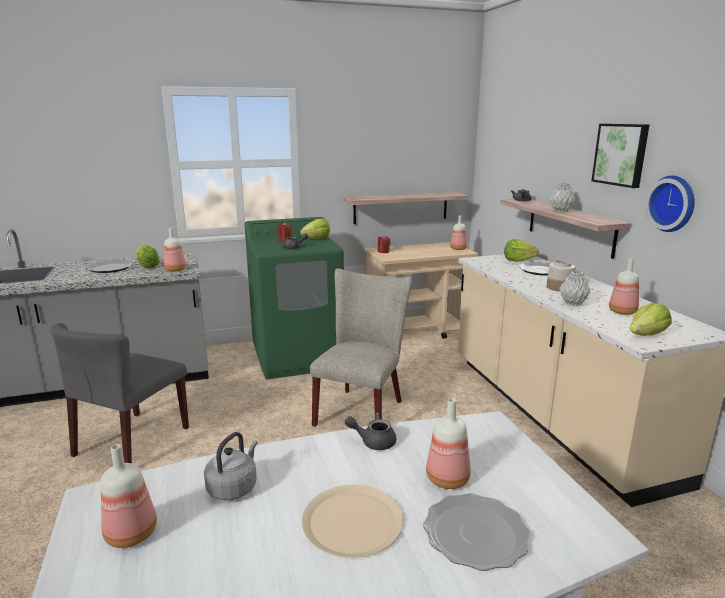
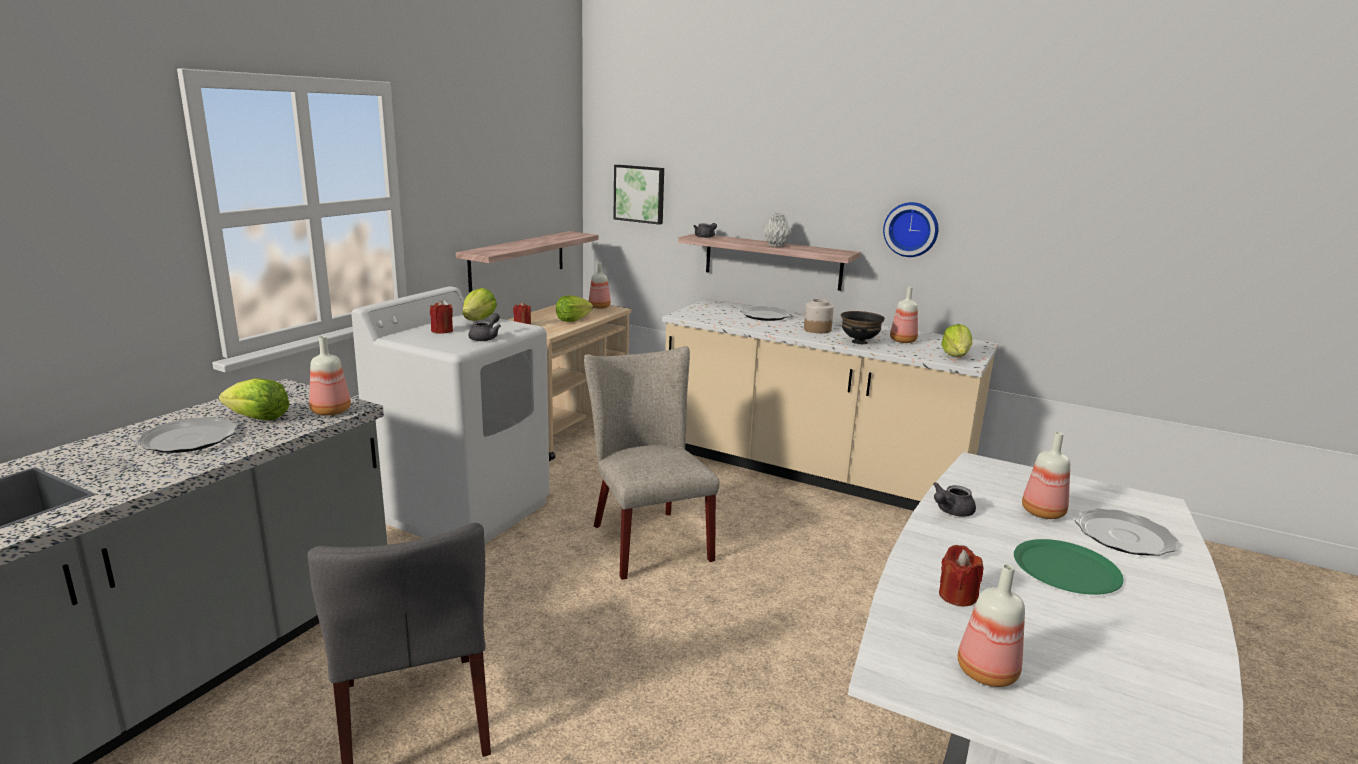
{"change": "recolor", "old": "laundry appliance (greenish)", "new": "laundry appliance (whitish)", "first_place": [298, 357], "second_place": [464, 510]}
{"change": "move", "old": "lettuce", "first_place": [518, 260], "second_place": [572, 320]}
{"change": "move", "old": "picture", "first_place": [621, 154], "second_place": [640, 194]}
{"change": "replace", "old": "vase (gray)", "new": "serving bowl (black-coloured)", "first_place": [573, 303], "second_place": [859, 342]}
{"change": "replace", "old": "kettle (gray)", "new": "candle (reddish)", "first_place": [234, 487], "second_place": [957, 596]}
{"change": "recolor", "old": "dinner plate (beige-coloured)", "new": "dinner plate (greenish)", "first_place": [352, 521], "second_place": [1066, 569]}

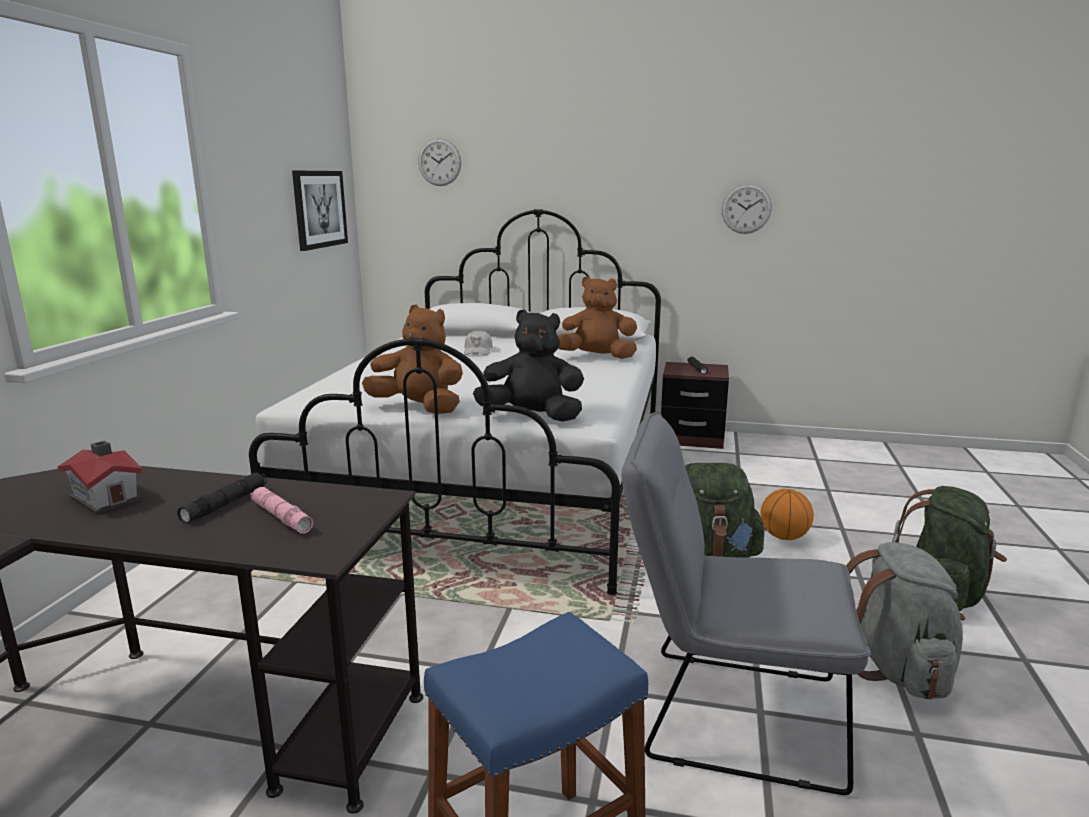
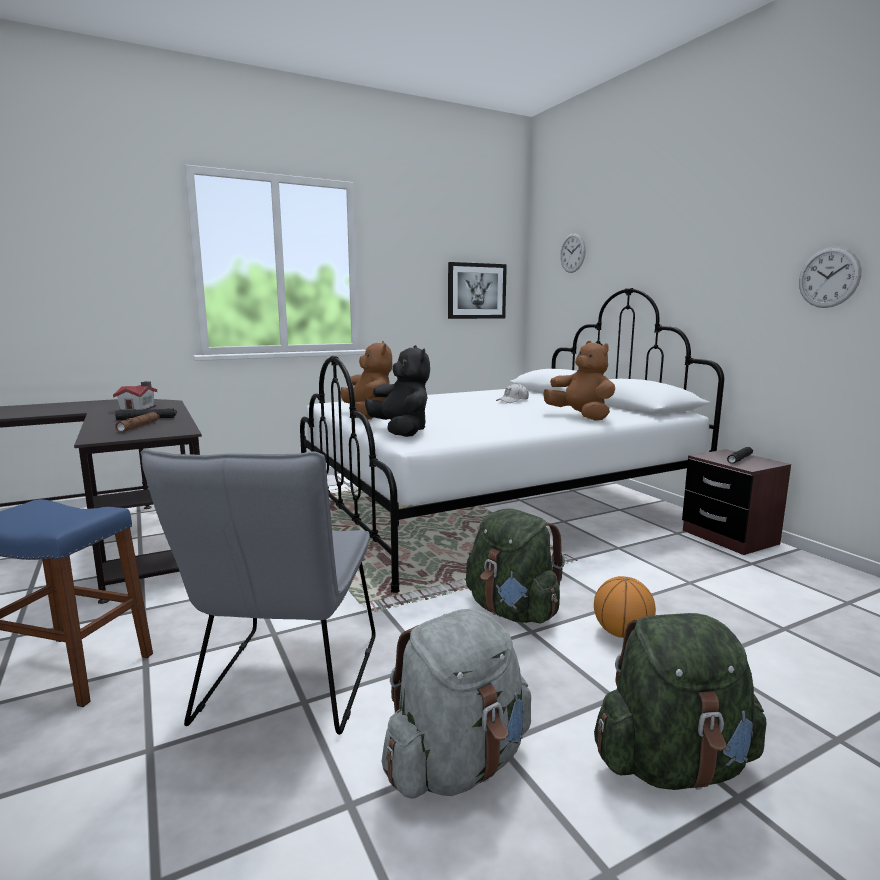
{"change": "recolor", "old": "torch (pink-coloured)", "new": "torch (brownish)", "first_place": [281, 517], "second_place": [139, 427]}
{"change": "rotate", "old": "plain chair (gray)", "first_place": [726, 714], "second_place": [285, 687], "degrees": -150}

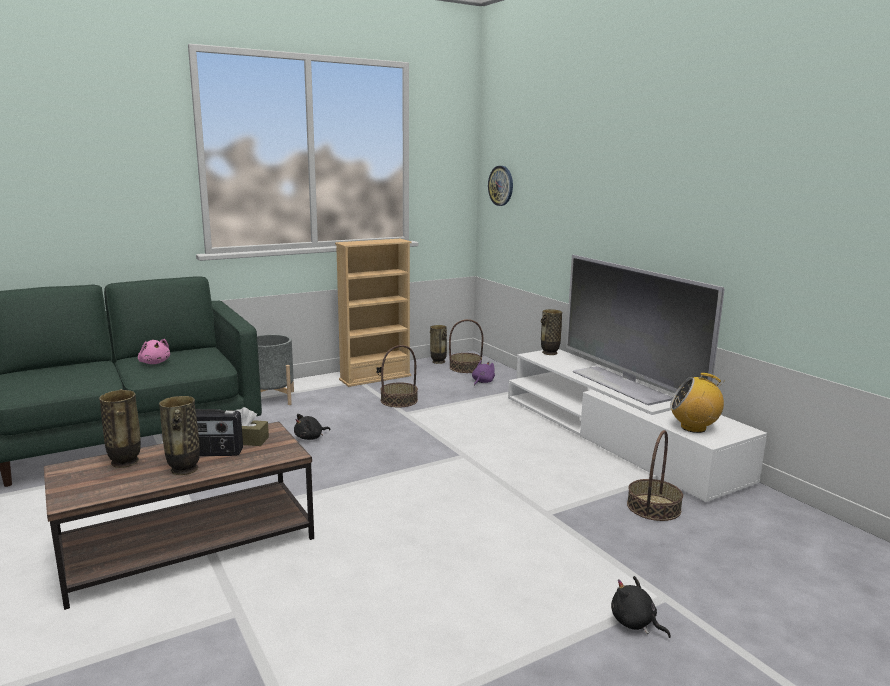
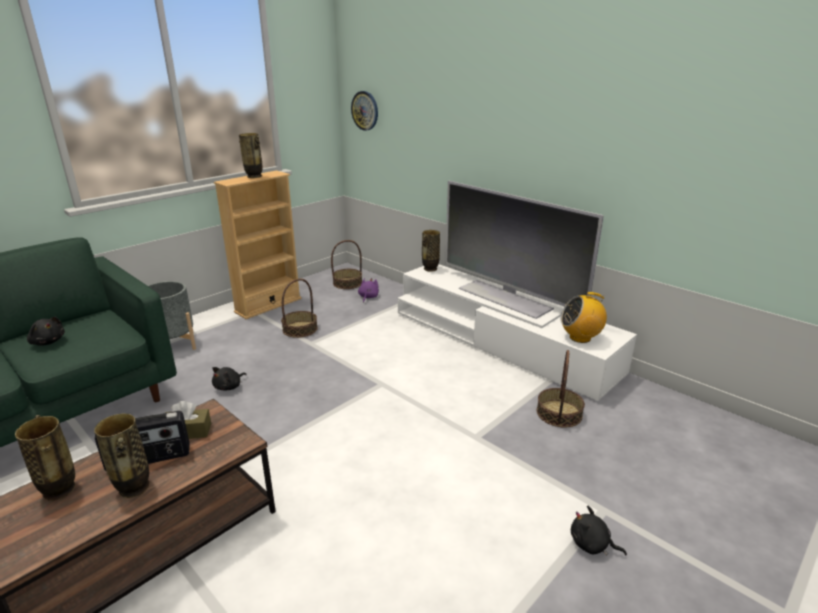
{"change": "recolor", "old": "plush toy (pink-coloured)", "new": "plush toy (black-coloured)", "first_place": [154, 363], "second_place": [48, 342]}
{"change": "move", "old": "vase", "first_place": [438, 362], "second_place": [254, 177]}

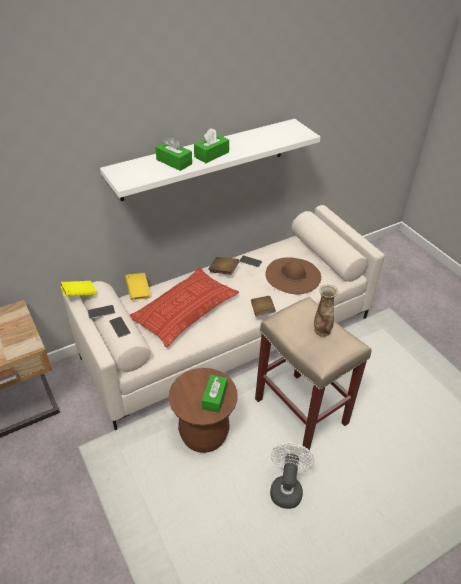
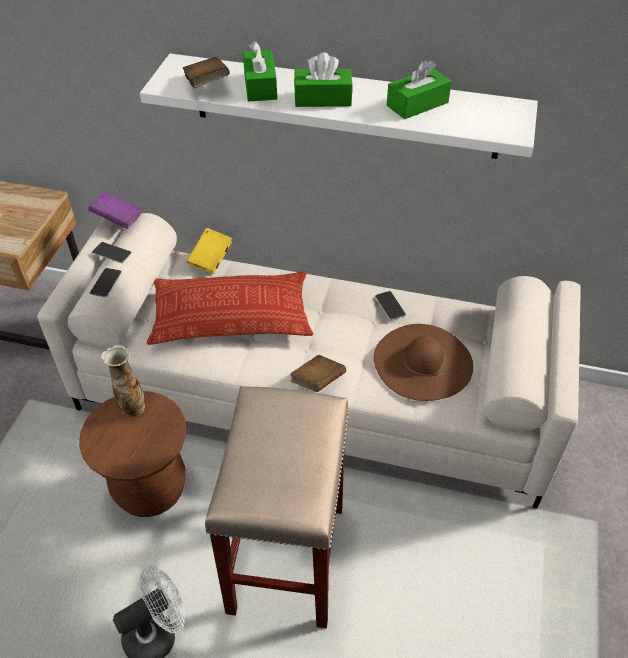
{"change": "recolor", "old": "volume (yellowish)", "new": "volume (purplish)", "first_place": [79, 295], "second_place": [117, 219]}
{"change": "move", "old": "vase", "first_place": [321, 330], "second_place": [132, 407]}
{"change": "move", "old": "volume (brownish)", "first_place": [223, 271], "second_place": [207, 85]}
{"change": "move", "old": "tissue holder (greenish)", "first_place": [214, 397], "second_place": [417, 104]}

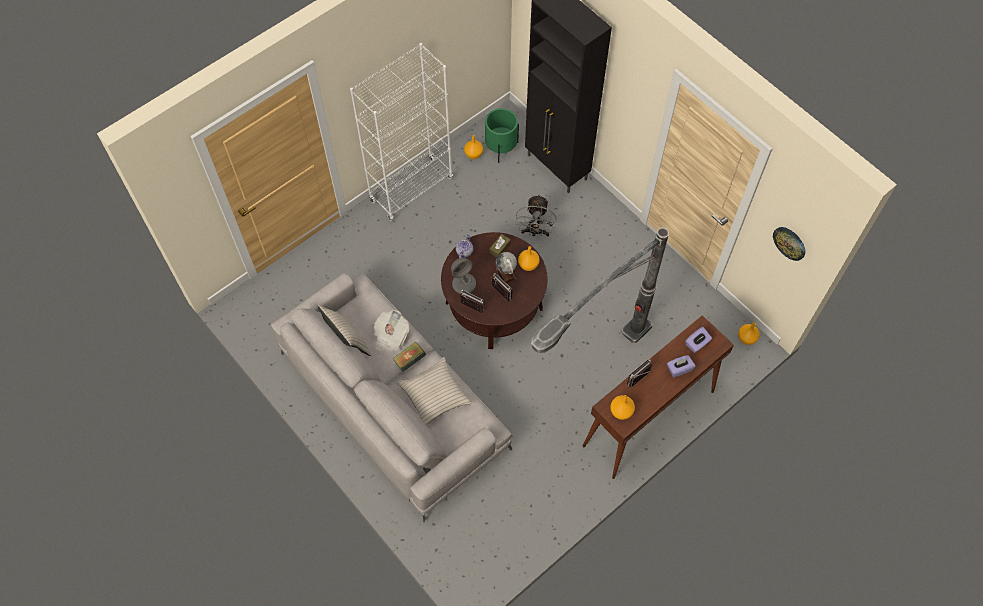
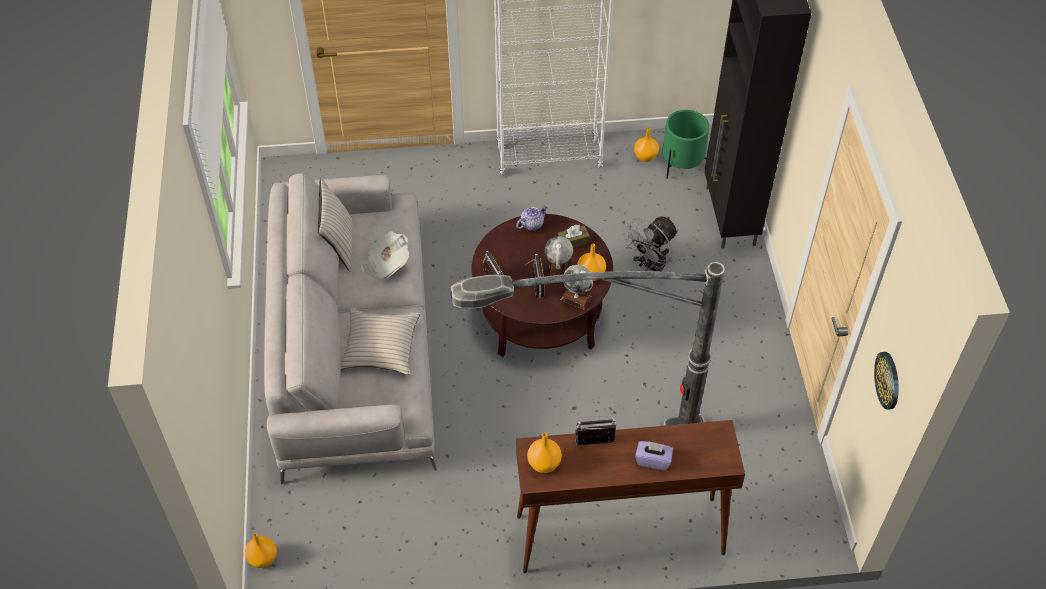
{"change": "move", "old": "vase (orange-coloured)", "first_place": [746, 339], "second_place": [262, 559]}
{"change": "insert", "new": "globe", "second_place": [576, 298]}
{"change": "delete", "old": "volume", "first_place": [410, 361]}
{"change": "delete", "old": "lamp for a table (gray)", "first_place": [464, 283]}
{"change": "delete", "old": "tissue holder (purplish)", "first_place": [697, 344]}

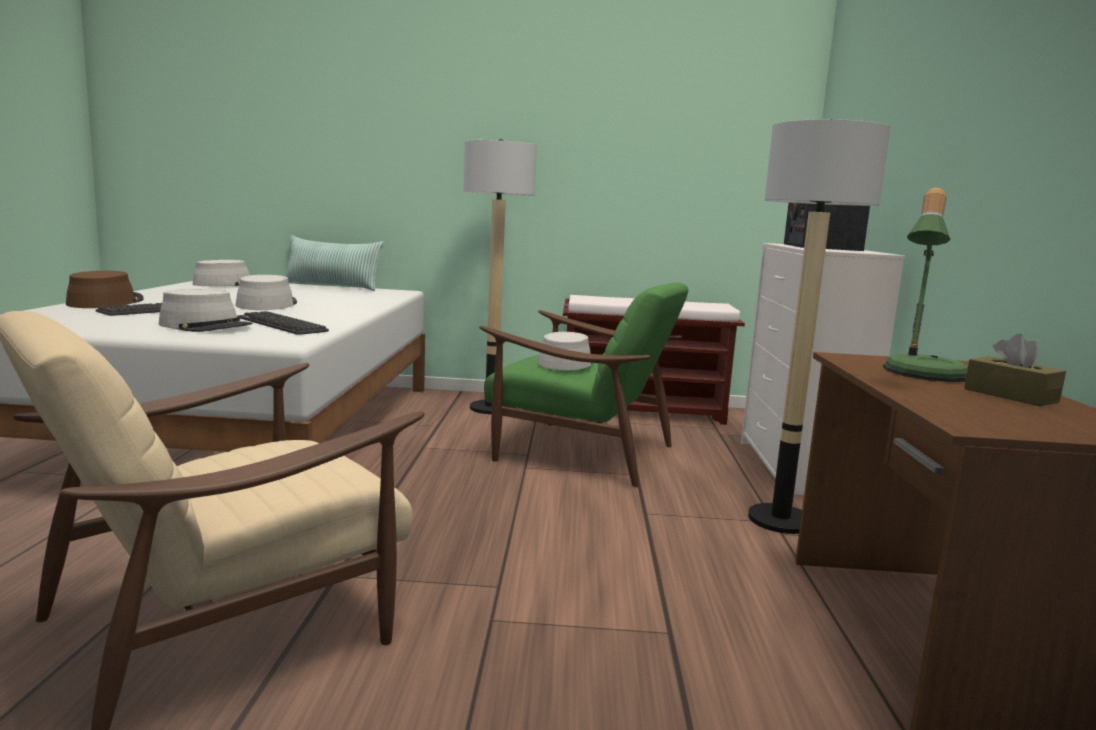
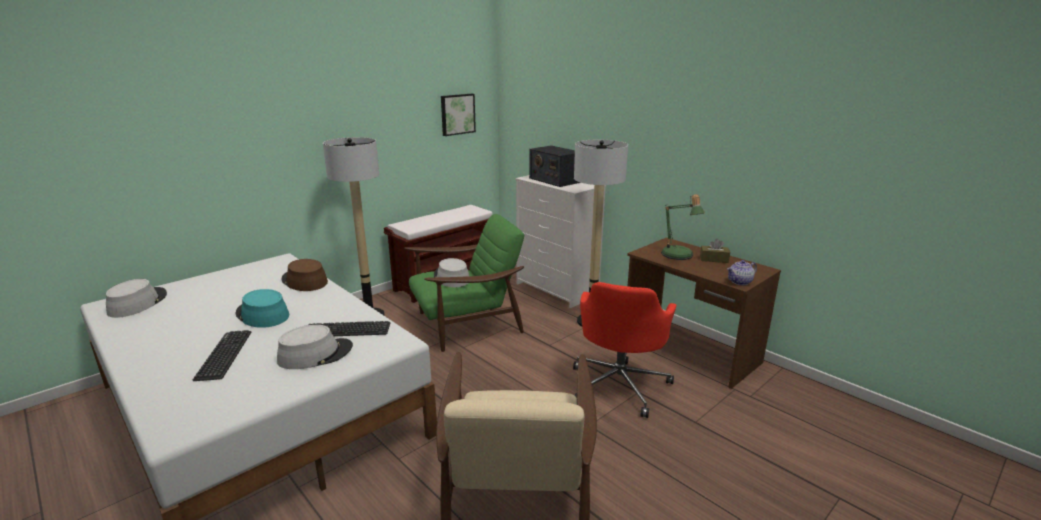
{"change": "recolor", "old": "clothing hat (gray)", "new": "clothing hat (blue-green)", "first_place": [266, 304], "second_place": [262, 315]}
{"change": "move", "old": "clothing hat (brownish)", "first_place": [105, 302], "second_place": [304, 281]}
{"change": "insert", "new": "picture", "second_place": [457, 114]}
{"change": "insert", "new": "office chair (reddish)", "second_place": [619, 385]}
{"change": "insert", "new": "teapot", "second_place": [740, 282]}
{"change": "delete", "old": "throw pillow", "first_place": [332, 286]}

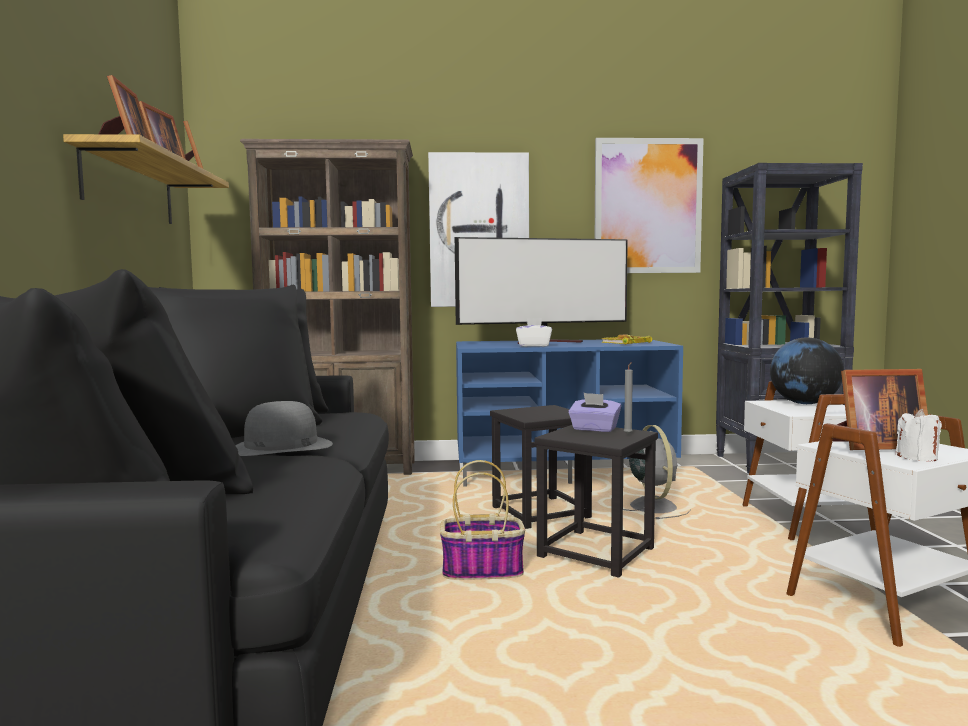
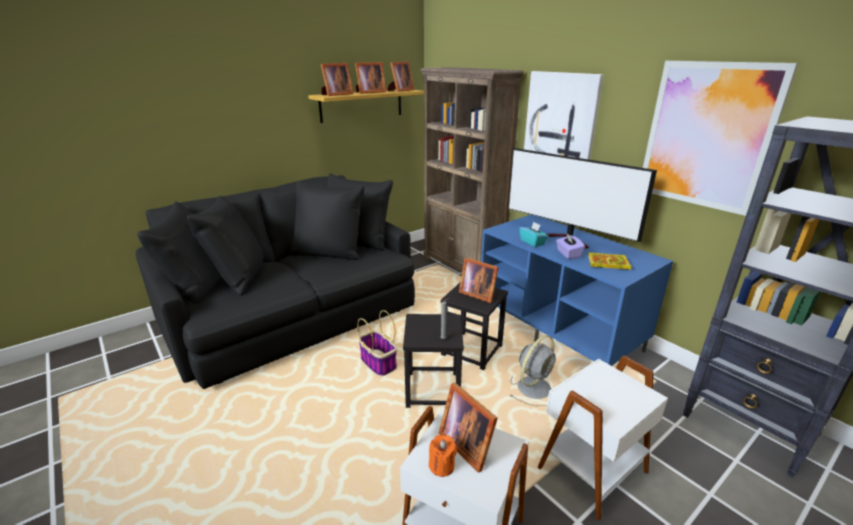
{"change": "recolor", "old": "candle (whitish)", "new": "candle (orange-coloured)", "first_place": [917, 458], "second_place": [442, 466]}
{"change": "insert", "new": "standing frame", "second_place": [477, 294]}
{"change": "recolor", "old": "tissue holder (whitish)", "new": "tissue holder (blue-green)", "first_place": [534, 346], "second_place": [532, 242]}
{"change": "move", "old": "tissue holder (purplish)", "first_place": [594, 429], "second_place": [568, 254]}
{"change": "delete", "old": "clothing hat (gray)", "first_place": [281, 447]}
{"change": "delete", "old": "globe", "first_place": [804, 403]}

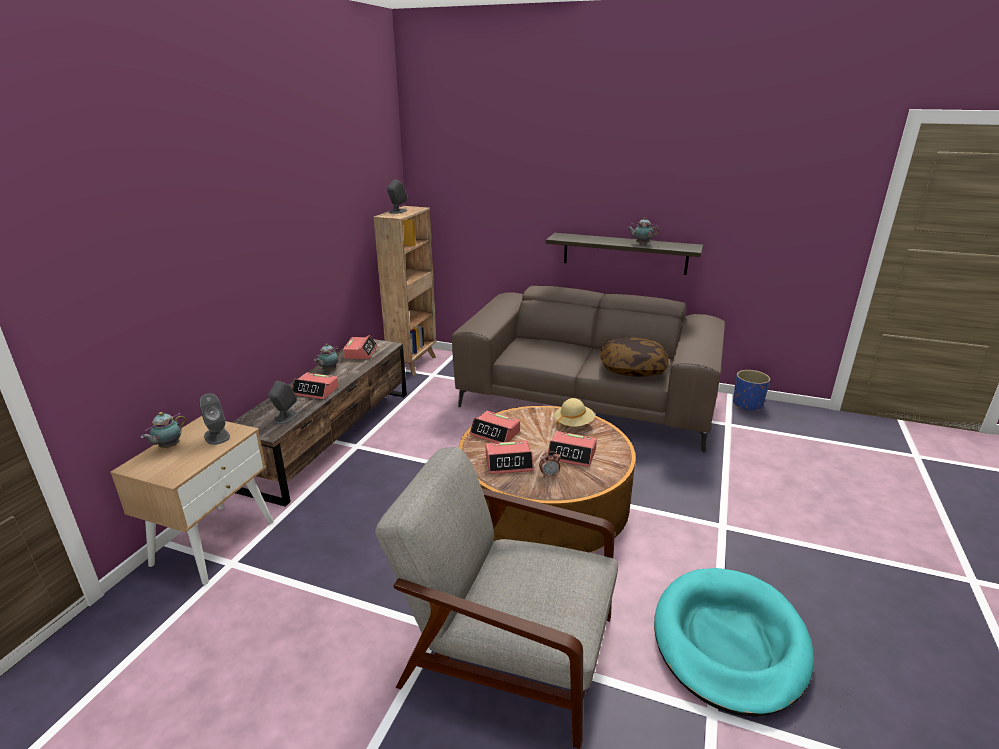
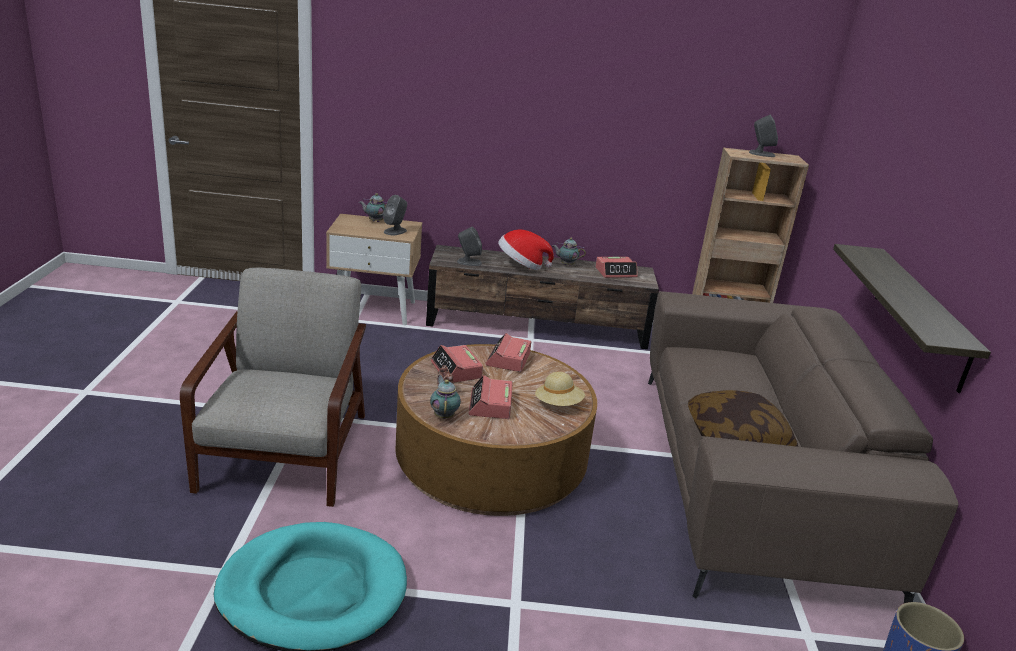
{"change": "move", "old": "teapot", "first_place": [641, 244], "second_place": [444, 416]}
{"change": "replace", "old": "alarm clock", "new": "clothing hat", "first_place": [316, 391], "second_place": [521, 266]}

